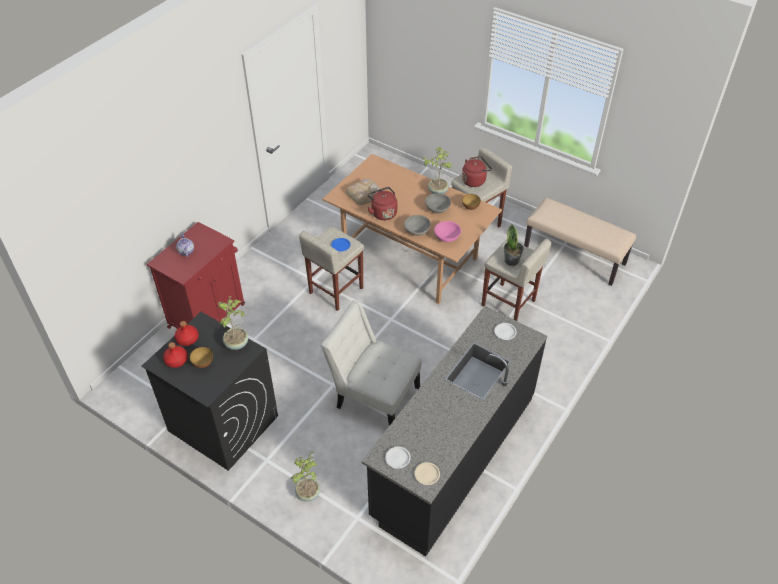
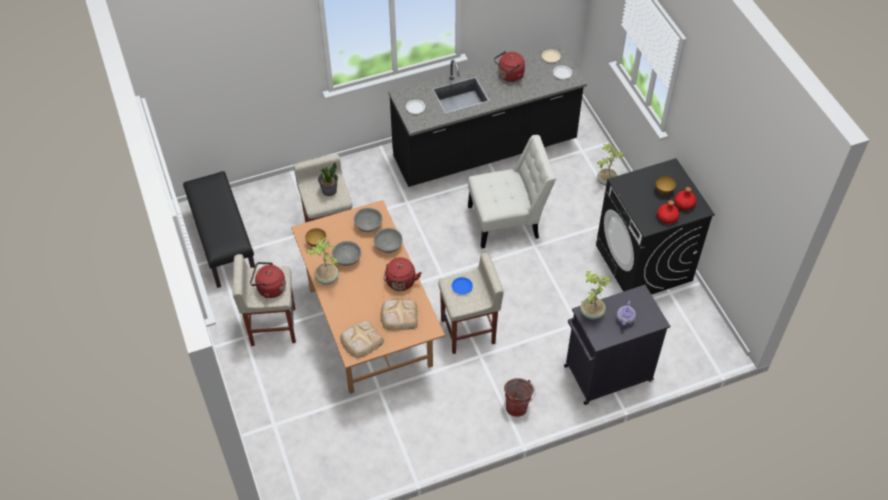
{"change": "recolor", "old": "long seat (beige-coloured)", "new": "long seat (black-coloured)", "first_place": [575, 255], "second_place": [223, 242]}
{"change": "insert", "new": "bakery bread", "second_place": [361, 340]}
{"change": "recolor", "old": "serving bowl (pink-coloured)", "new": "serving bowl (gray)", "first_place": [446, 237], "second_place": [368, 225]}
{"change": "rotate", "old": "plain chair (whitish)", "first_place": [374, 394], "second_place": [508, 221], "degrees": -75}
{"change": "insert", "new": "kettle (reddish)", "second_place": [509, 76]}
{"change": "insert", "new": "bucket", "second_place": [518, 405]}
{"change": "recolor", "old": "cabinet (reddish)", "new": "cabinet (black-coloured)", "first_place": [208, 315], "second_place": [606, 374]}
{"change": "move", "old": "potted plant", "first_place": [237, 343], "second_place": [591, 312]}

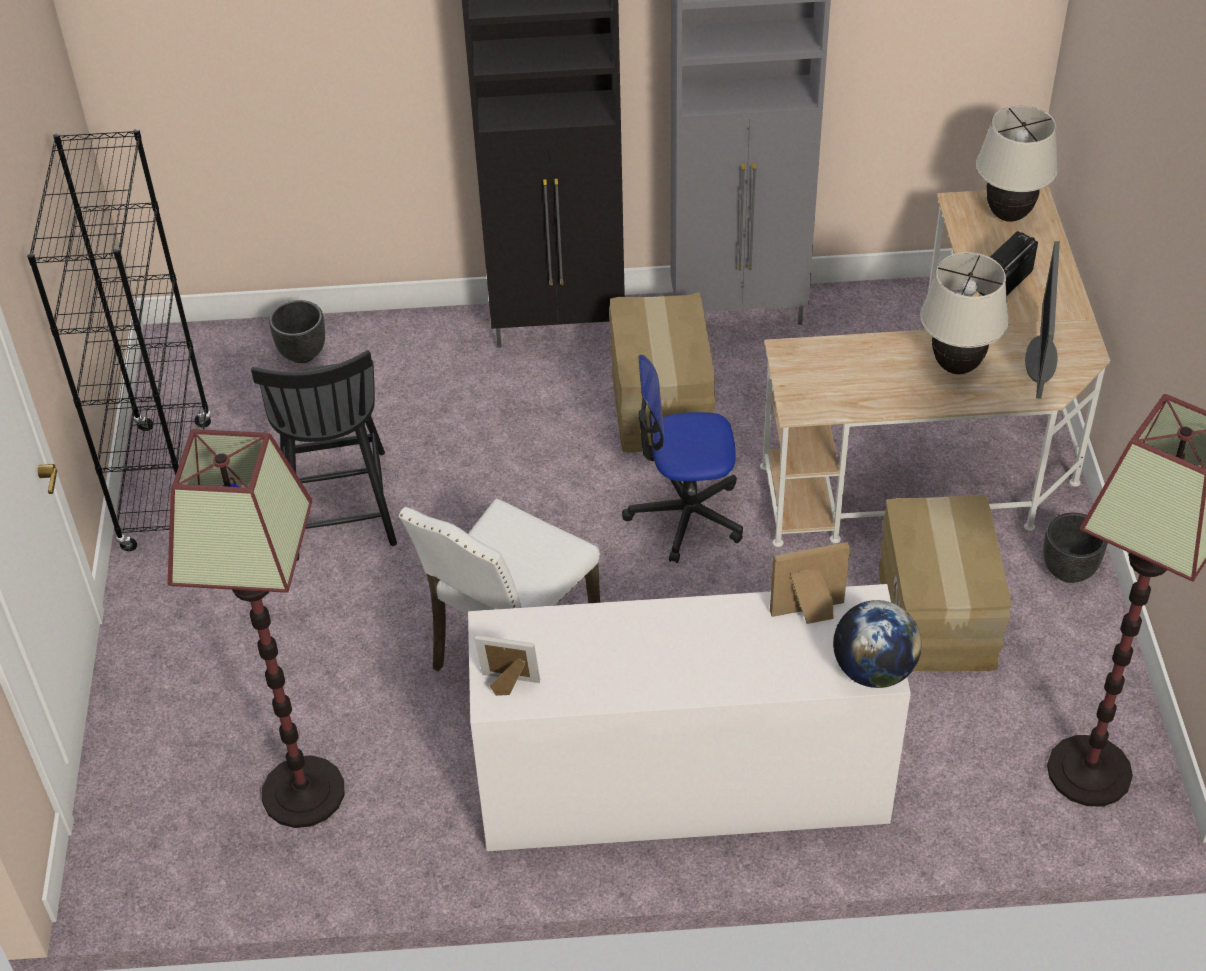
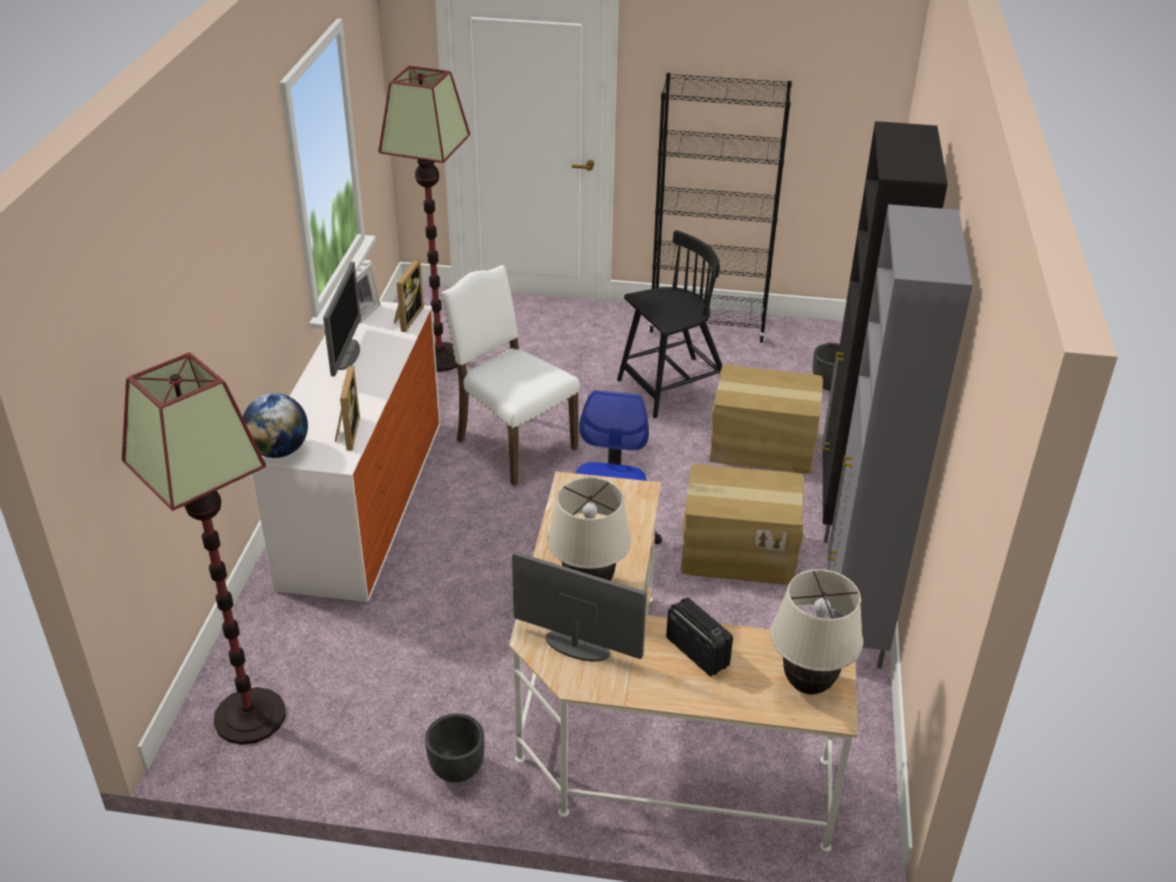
{"change": "insert", "new": "computer display", "second_place": [346, 354]}
{"change": "insert", "new": "standing frame", "second_place": [407, 318]}
{"change": "rotate", "old": "plain chair (black-coloured)", "first_place": [338, 502], "second_place": [672, 387], "degrees": 150}
{"change": "move", "old": "cardboard box", "first_place": [938, 615], "second_place": [762, 447]}

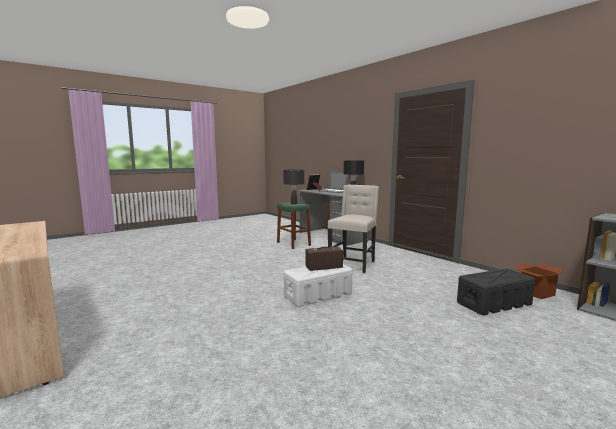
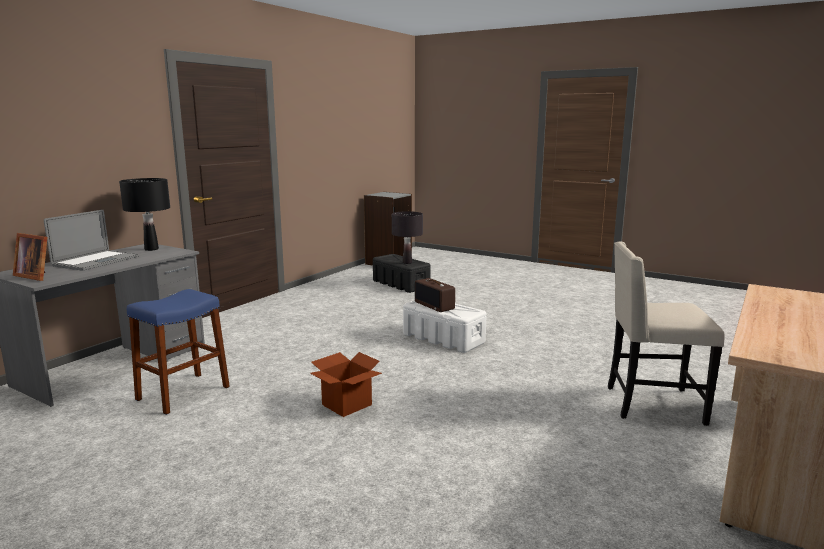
{"change": "recolor", "old": "stool (greenish)", "new": "stool (blue)", "first_place": [293, 244], "second_place": [183, 393]}
{"change": "move", "old": "cardboard box", "first_place": [537, 293], "second_place": [347, 404]}
{"change": "move", "old": "lamp for a table (black-coloured)", "first_place": [294, 203], "second_place": [407, 262]}
{"change": "move", "old": "plain chair (beige-coloured)", "first_place": [353, 264], "second_place": [651, 404]}

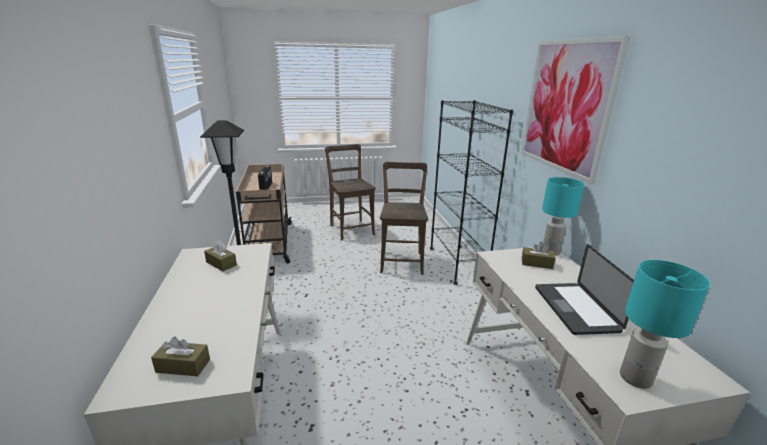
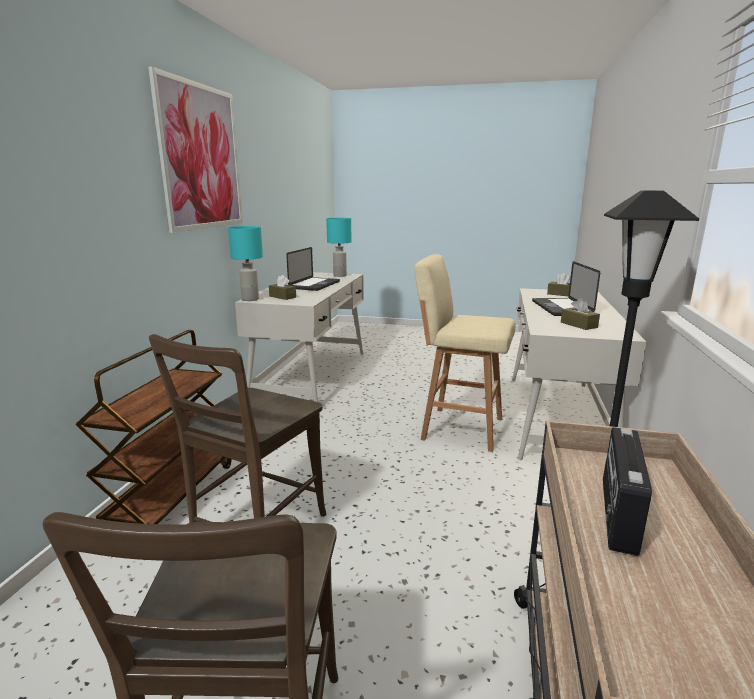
{"change": "replace", "old": "bookshelf (black-coloured)", "new": "cart (brownish)", "first_place": [457, 264], "second_place": [171, 496]}
{"change": "insert", "new": "stool (beige-coloured)", "second_place": [459, 428]}
{"change": "insert", "new": "portable computer", "second_place": [561, 308]}

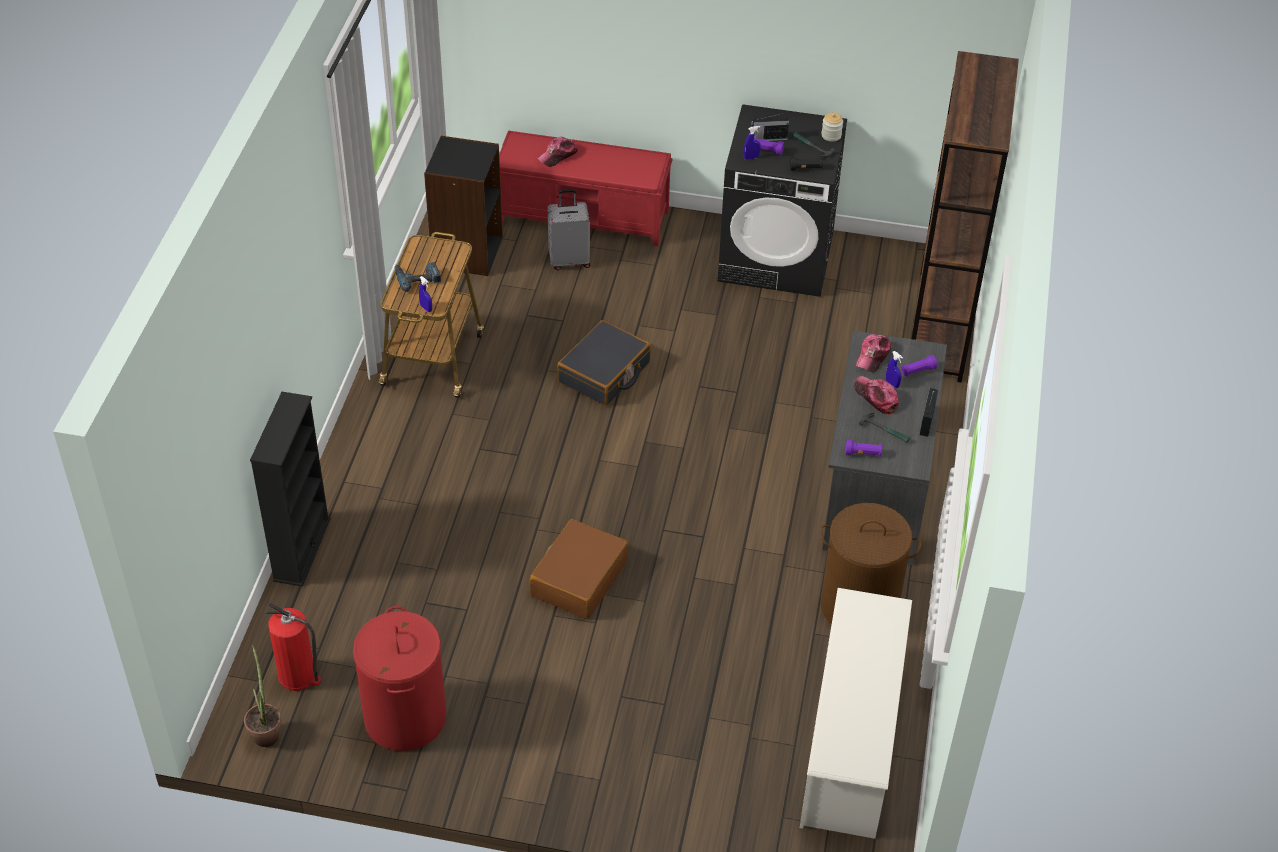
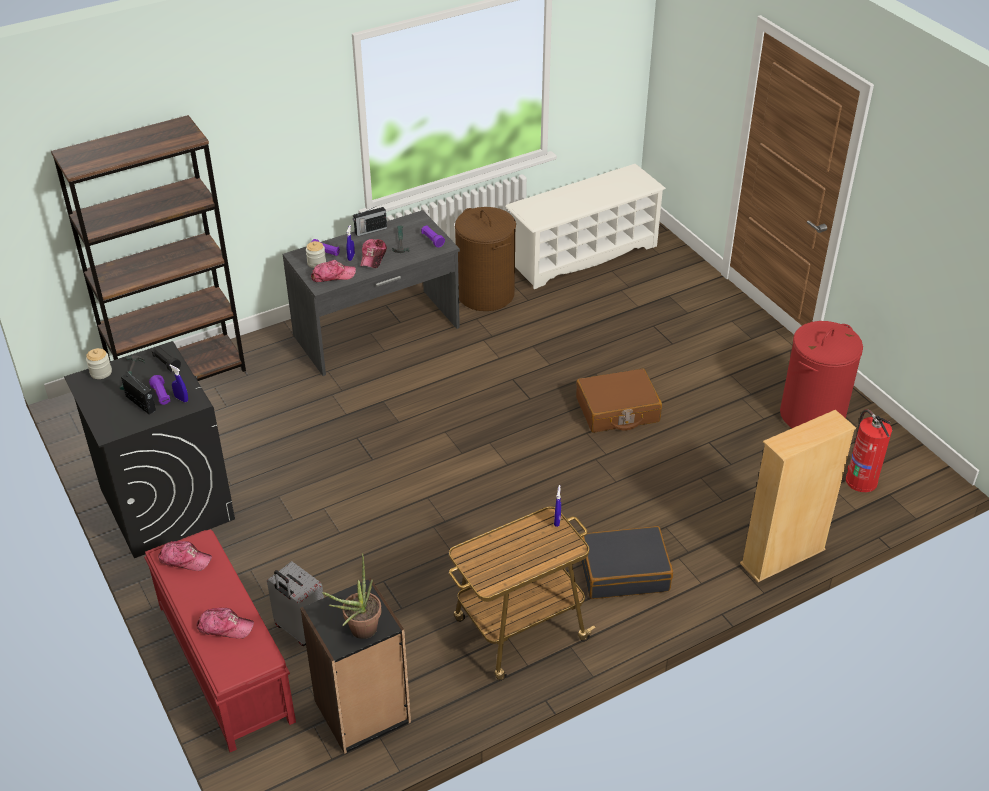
{"change": "insert", "new": "cap", "second_place": [185, 559]}
{"change": "insert", "new": "jar", "second_place": [316, 263]}
{"change": "move", "old": "potted plant", "first_place": [266, 731], "second_place": [359, 632]}
{"change": "move", "old": "travel case (black-coloured)", "first_place": [604, 373], "second_place": [624, 571]}
{"change": "recolor", "old": "bookshelf (black-coloured)", "new": "bookshelf (beige-coloured)", "first_place": [301, 549], "second_place": [782, 557]}
{"change": "delete", "old": "power drill", "first_place": [417, 277]}

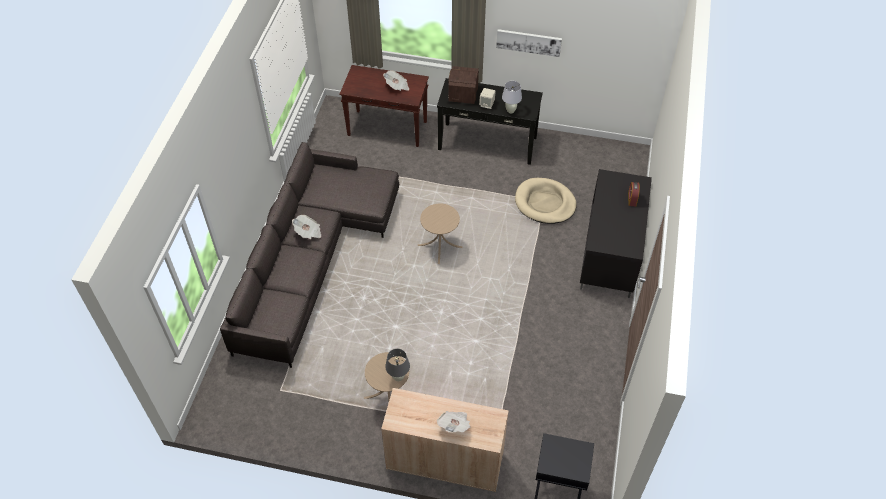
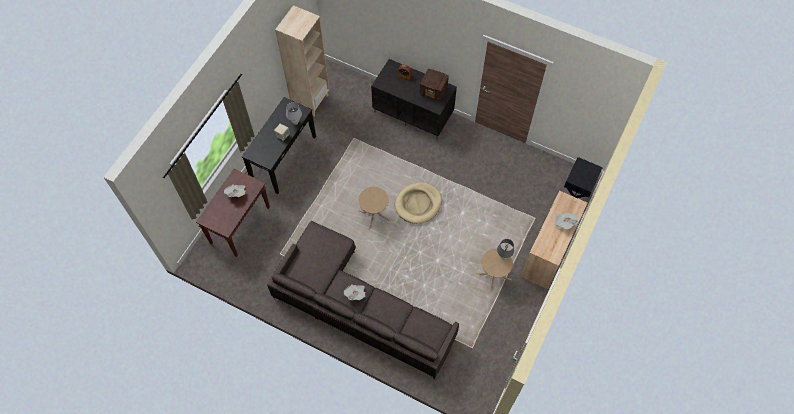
{"change": "insert", "new": "bookshelf (beige-coloured)", "second_place": [310, 101]}
{"change": "move", "old": "dog bed (beige-coloured)", "first_place": [545, 203], "second_place": [418, 204]}
{"change": "move", "old": "radio receiver", "first_place": [462, 95], "second_place": [434, 91]}
{"change": "delete", "old": "picture", "first_place": [529, 42]}

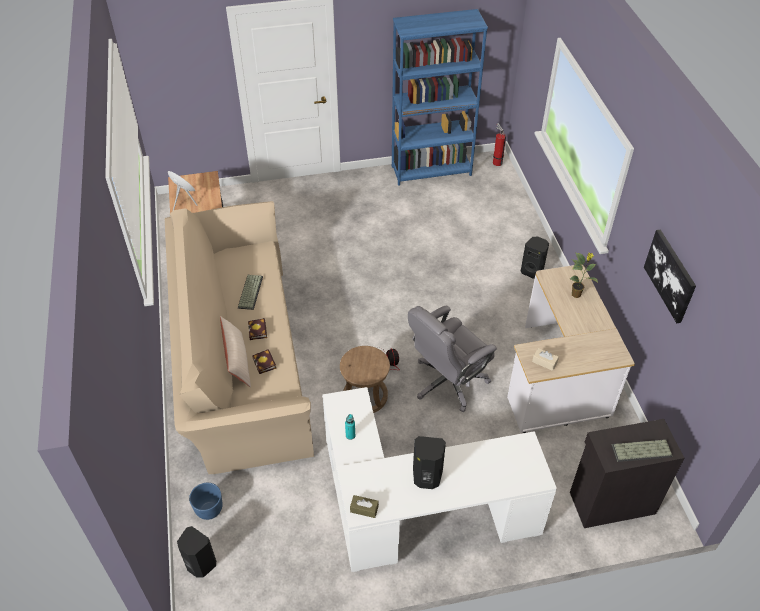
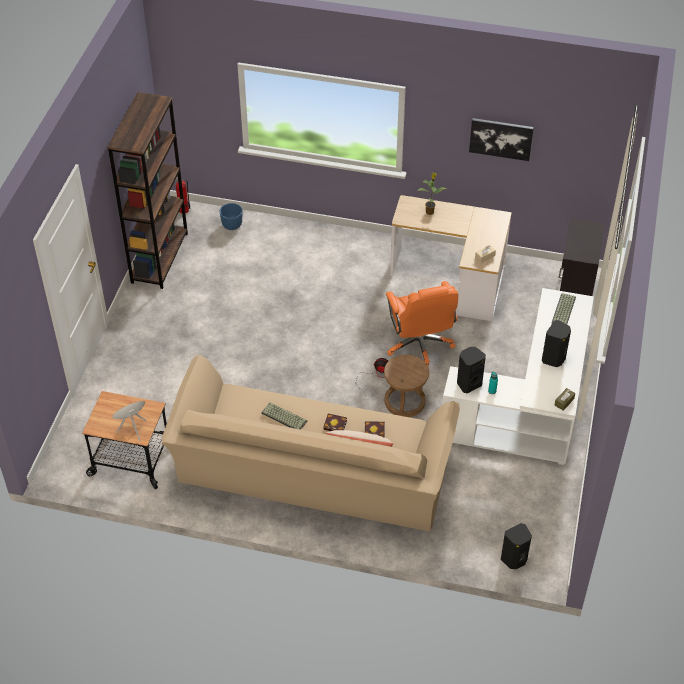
{"change": "recolor", "old": "bookshelf (blue)", "new": "bookshelf (brownish)", "first_place": [431, 170], "second_place": [159, 258]}
{"change": "move", "old": "flower pot (blue)", "first_place": [209, 510], "second_place": [231, 225]}
{"change": "recolor", "old": "office chair (gray)", "new": "office chair (orange-coloured)", "first_place": [448, 382], "second_place": [419, 344]}
{"change": "move", "old": "speaker (black-coloured)", "first_place": [532, 272], "second_place": [468, 384]}
{"change": "move", "old": "keyboard", "first_place": [641, 451], "second_place": [564, 311]}

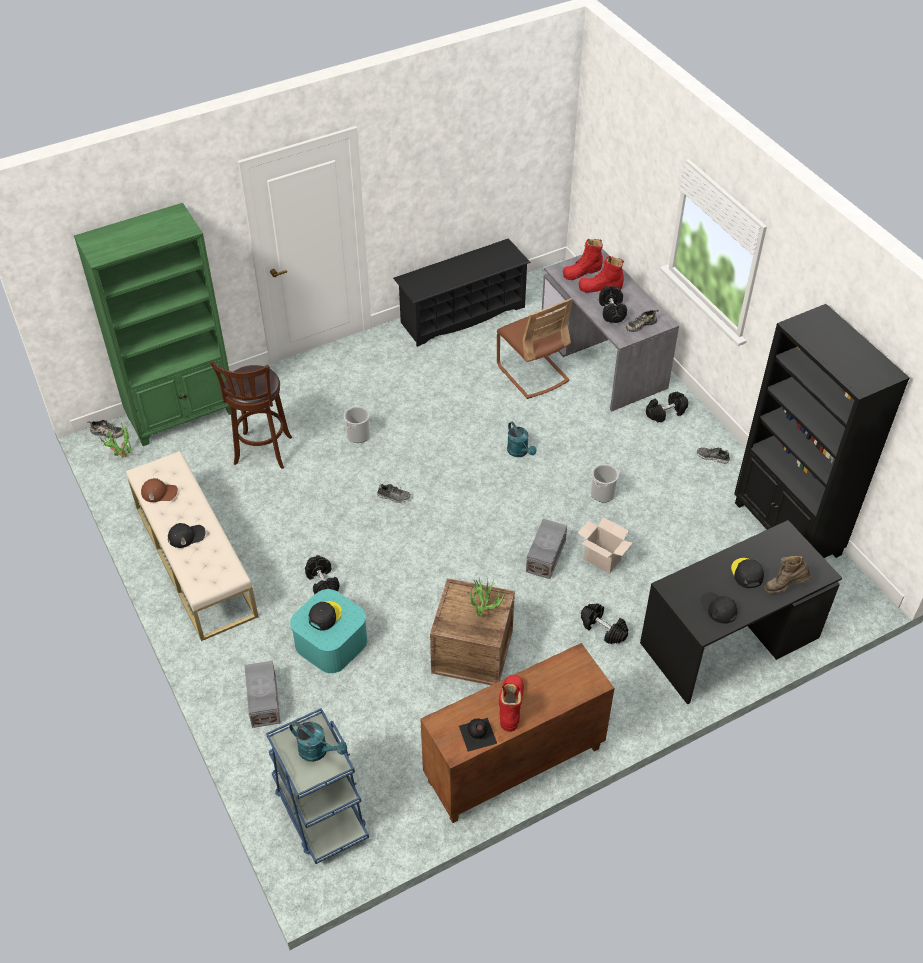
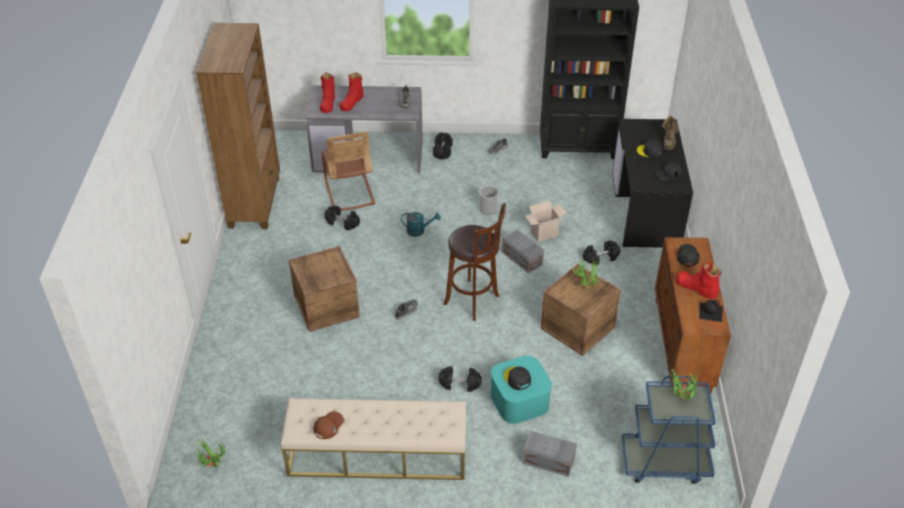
{"change": "replace", "old": "shoe stand (black-coloured)", "new": "bookshelf (brownish)", "first_place": [462, 315], "second_place": [255, 202]}
{"change": "replace", "old": "bucket", "new": "packing crate", "first_place": [358, 435], "second_place": [326, 306]}
{"change": "rotate", "old": "plain chair (brownish)", "first_place": [532, 373], "second_place": [349, 193], "degrees": 75}
{"change": "move", "old": "free weight (black-coloured)", "first_place": [612, 311], "second_place": [342, 223]}
{"change": "move", "old": "stool (brownish)", "first_place": [262, 453], "second_place": [474, 301]}
{"change": "replace", "old": "watering can (blue-green)", "new": "potted plant", "first_place": [318, 751], "second_place": [679, 399]}
{"change": "move", "old": "cap (black-coloured)", "first_place": [186, 536], "second_place": [687, 256]}
{"change": "delete", "old": "bookshelf (greenish)", "first_place": [182, 414]}
{"change": "delete", "old": "shoe", "first_place": [107, 433]}

